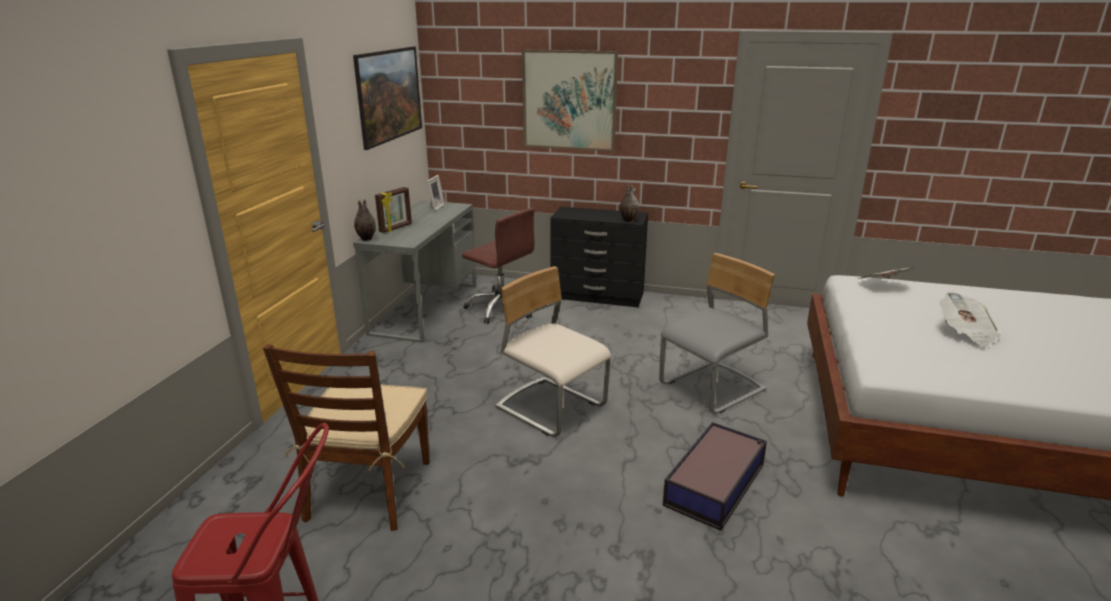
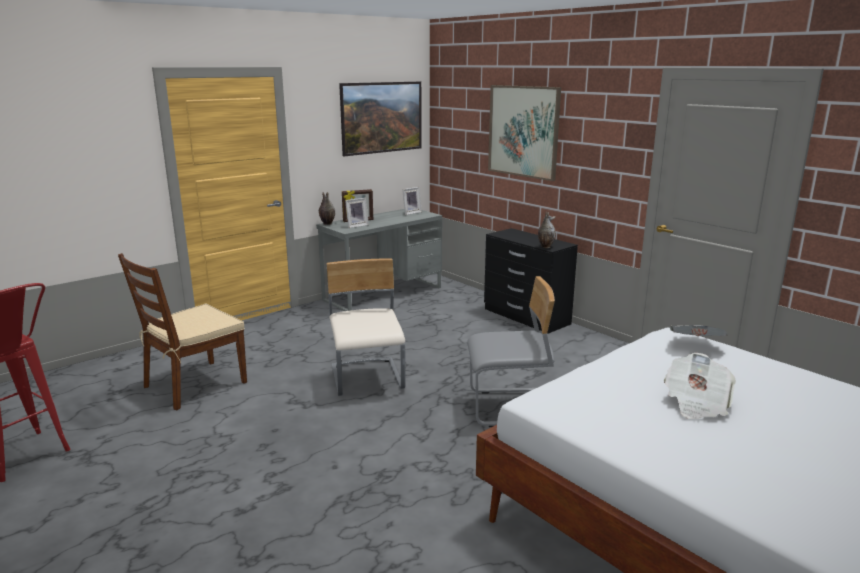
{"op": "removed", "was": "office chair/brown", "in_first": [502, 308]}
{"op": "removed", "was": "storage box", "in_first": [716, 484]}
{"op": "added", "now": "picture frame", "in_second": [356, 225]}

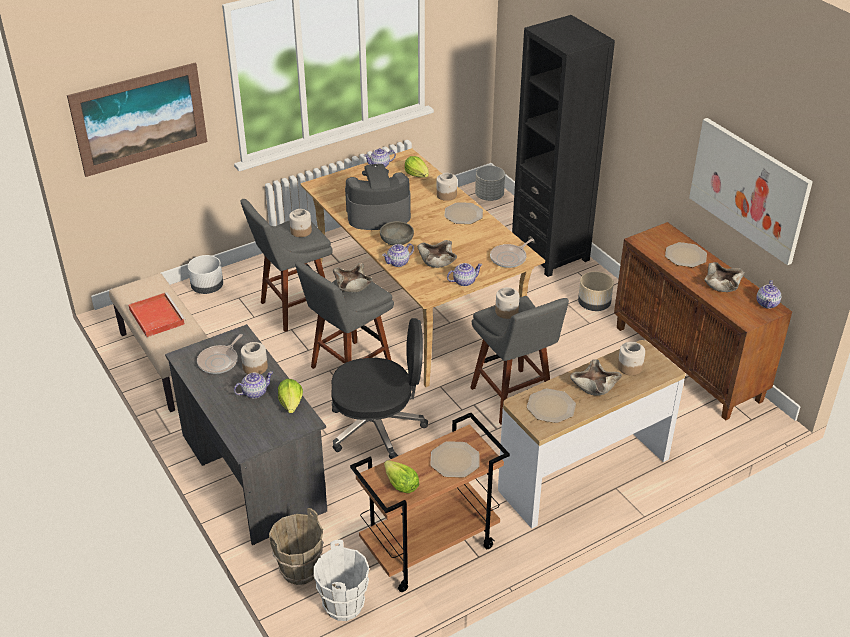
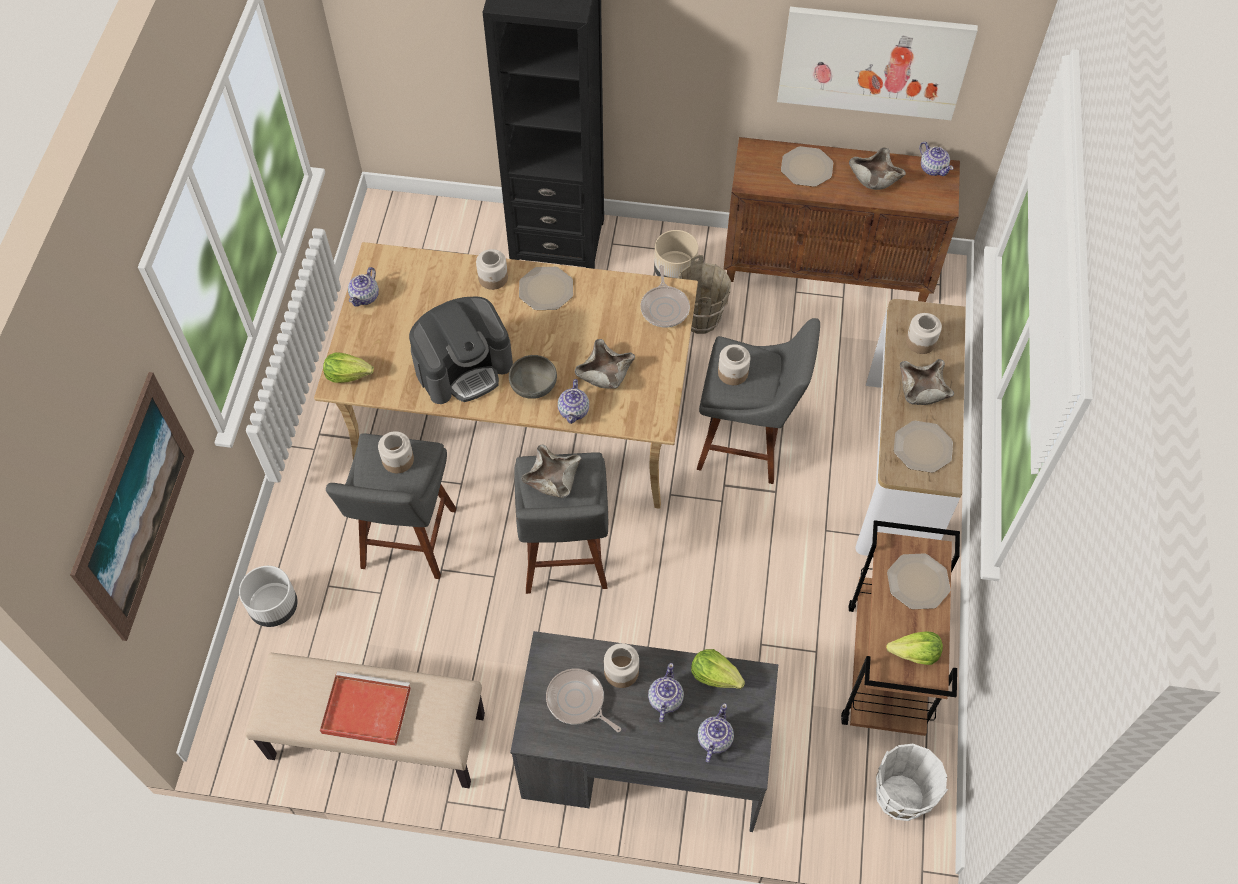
{"op": "removed", "was": "office chair/black", "in_first": [378, 427]}
{"op": "removed", "was": "planter/grey", "in_first": [489, 196]}
{"op": "moved", "was": "bucket/brown", "in_first": [300, 570], "in_second": [701, 318]}
{"op": "moved", "was": "lettuce", "in_first": [417, 175], "in_second": [348, 374]}
{"op": "moved", "was": "teapot", "in_first": [464, 281], "in_second": [714, 739]}
{"op": "turned", "was": "frying pan", "in_first": [220, 361], "in_second": [577, 701], "clockwise": 150}
{"op": "turned", "was": "coffee machine", "in_first": [378, 215], "in_second": [464, 367], "clockwise": -150}

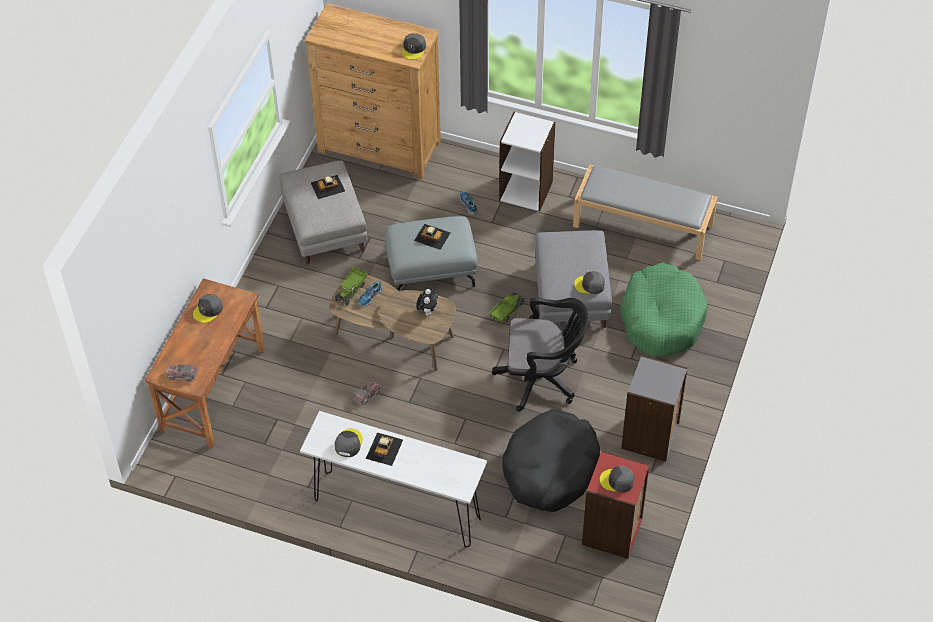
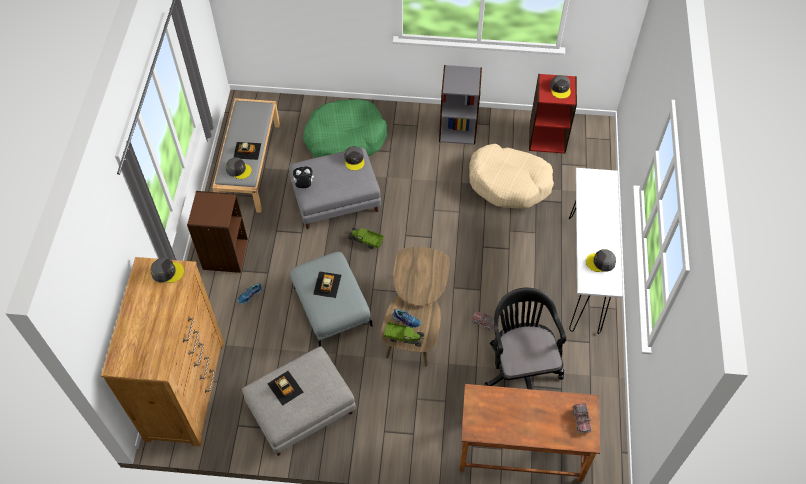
{"op": "moved", "was": "cap/grey", "in_first": [208, 310], "in_second": [238, 170]}
{"op": "moved", "was": "toy car", "in_first": [384, 449], "in_second": [247, 150]}
{"op": "moved", "was": "plush toy", "in_first": [427, 311], "in_second": [304, 185]}
{"op": "moved", "was": "office chair/black", "in_first": [542, 378], "in_second": [520, 366]}
{"op": "recoloured", "was": "bookcase/white", "now": "bookcase/brown", "in_first": [526, 190], "in_second": [224, 254]}
{"op": "recoloured", "was": "dog bed/black", "now": "dog bed/beige", "in_first": [550, 469], "in_second": [509, 183]}

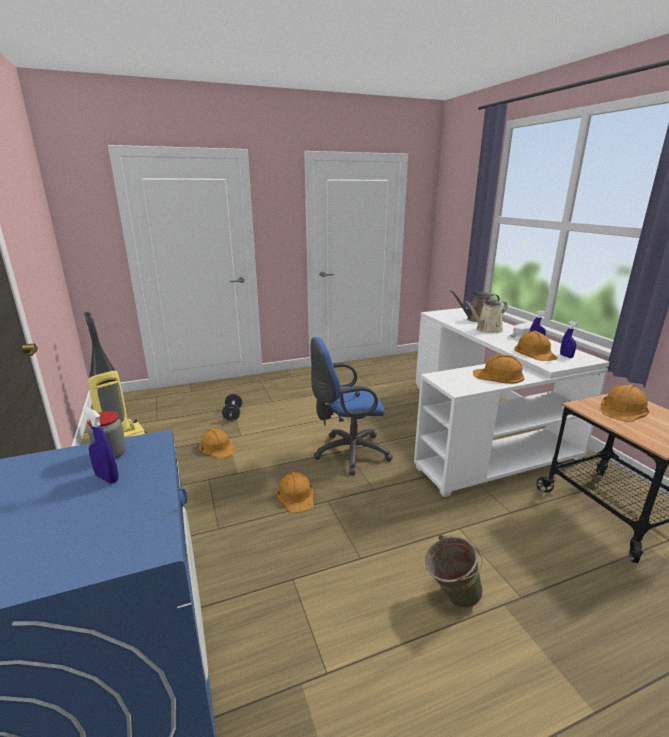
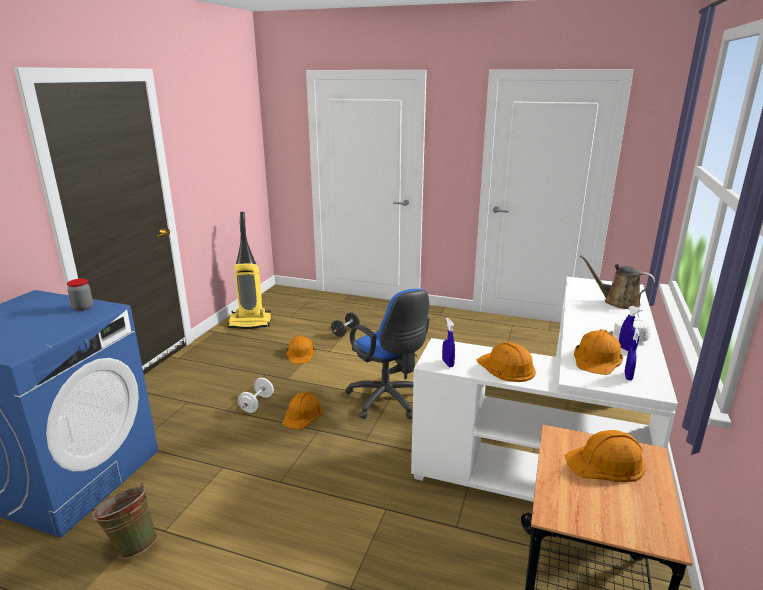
{"op": "removed", "was": "watering can/beige", "in_first": [487, 330]}
{"op": "added", "now": "dumbbell/white", "in_second": [257, 404]}
{"op": "moved", "was": "spray bottle/blue", "in_first": [107, 478], "in_second": [447, 363]}
{"op": "moved", "was": "bucket/green", "in_first": [450, 597], "in_second": [132, 544]}
{"op": "turned", "was": "office chair/blue", "in_first": [348, 453], "in_second": [388, 402], "clockwise": -150}

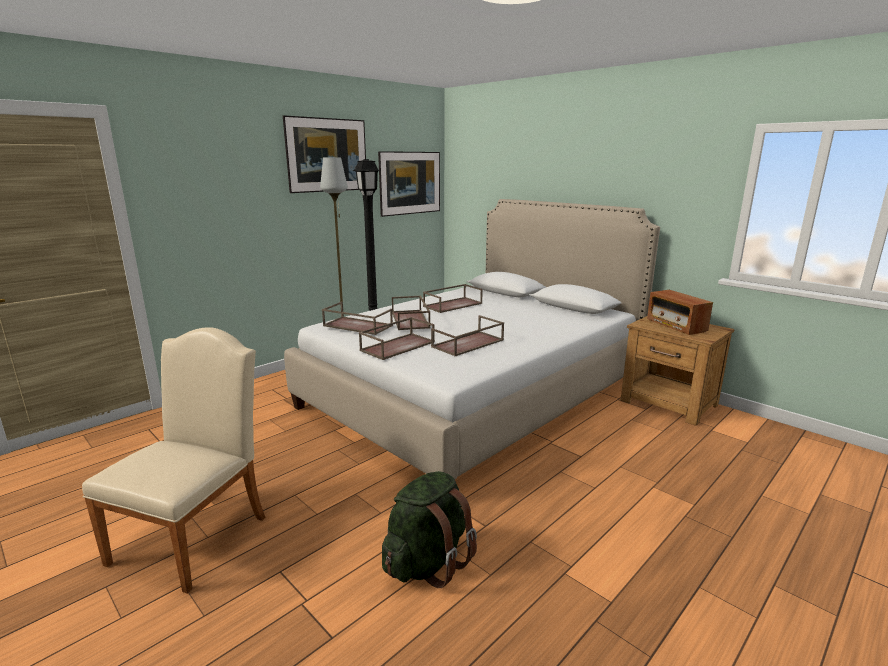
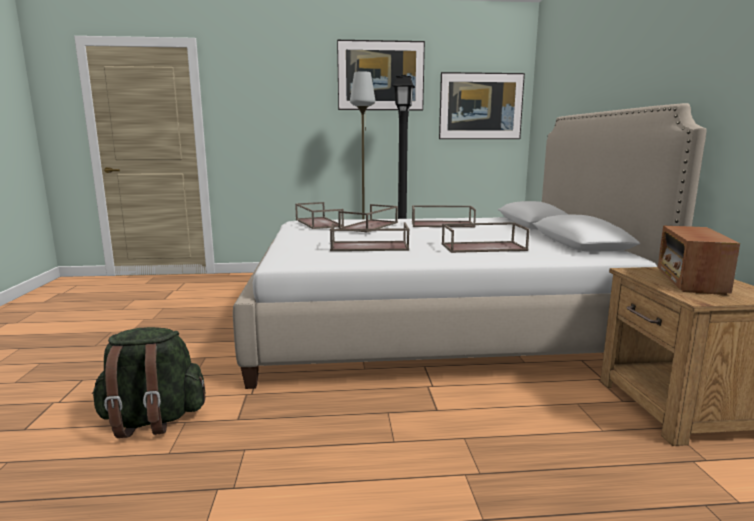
{"op": "removed", "was": "chair/beige", "in_first": [197, 533]}
{"op": "moved", "was": "tray/brown", "in_first": [398, 346], "in_second": [484, 247]}

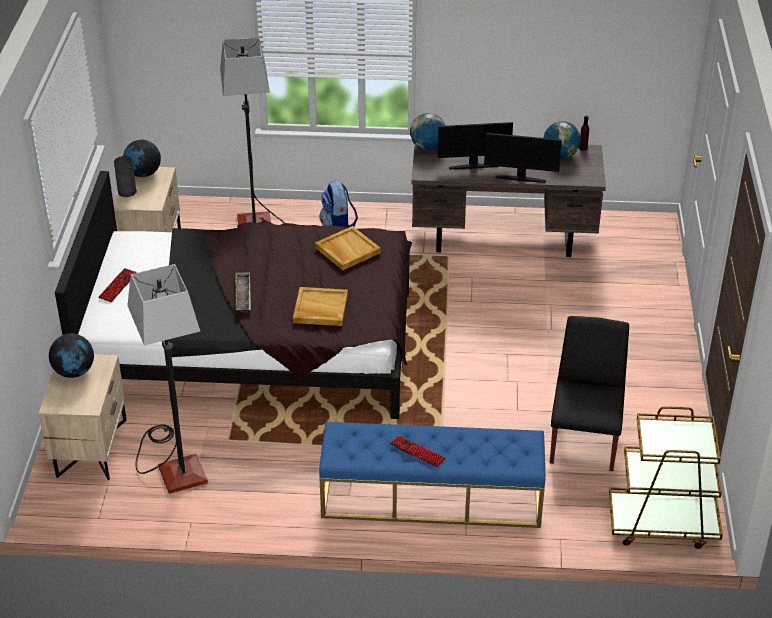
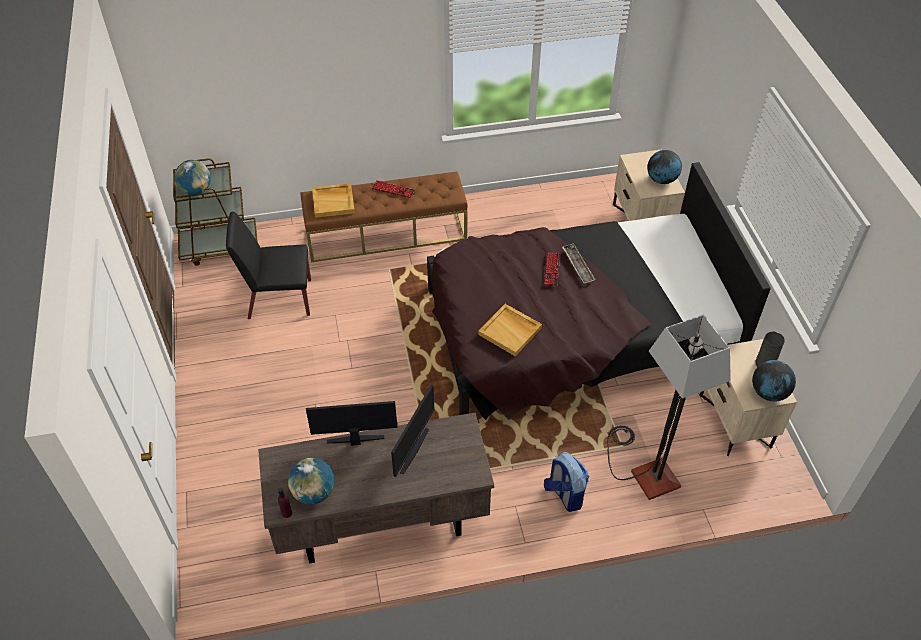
{"op": "removed", "was": "floor lamp", "in_first": [174, 466]}
{"op": "moved", "was": "keyboard", "in_first": [118, 286], "in_second": [551, 270]}
{"op": "moved", "was": "tray/beige", "in_first": [320, 309], "in_second": [333, 201]}
{"op": "moved", "was": "globe", "in_first": [428, 147], "in_second": [196, 190]}
{"op": "recoloured", "was": "bench/blue", "now": "bench/brown", "in_first": [431, 498], "in_second": [386, 234]}
{"op": "turned", "was": "monitor", "in_first": [473, 166], "in_second": [413, 450], "clockwise": 135}
{"op": "turned", "was": "chair/black", "in_first": [584, 440], "in_second": [278, 299], "clockwise": 90}

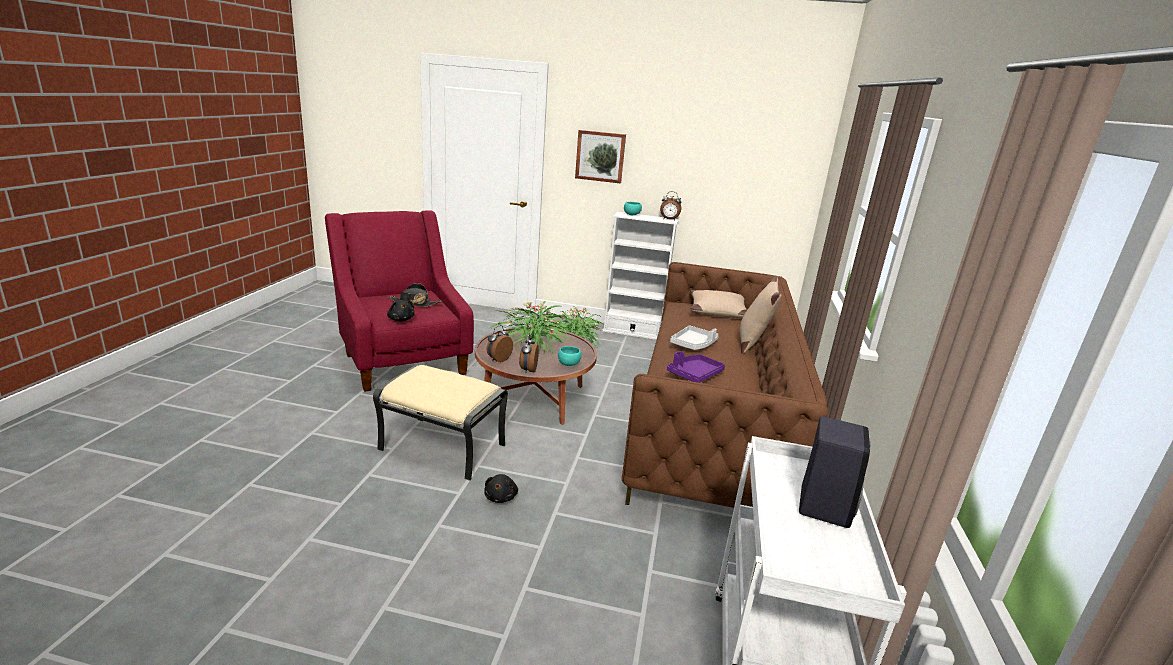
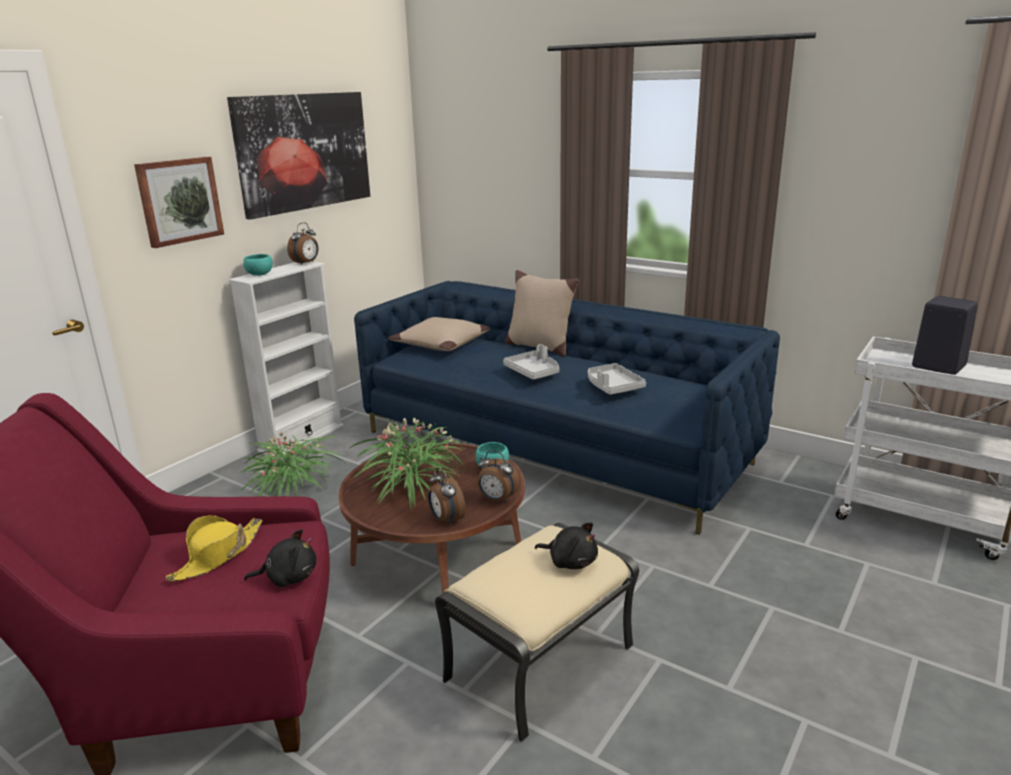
{"op": "added", "now": "picture", "in_second": [304, 152]}
{"op": "moved", "was": "plush toy/black", "in_first": [501, 497], "in_second": [570, 561]}
{"op": "recoloured", "was": "hat/black", "now": "hat/yellow", "in_first": [414, 303], "in_second": [217, 555]}
{"op": "recoloured", "was": "sofa/brown", "now": "sofa/blue", "in_first": [709, 421], "in_second": [554, 447]}
{"op": "recoloured", "was": "tray/purple", "now": "tray/grey", "in_first": [694, 374], "in_second": [612, 387]}

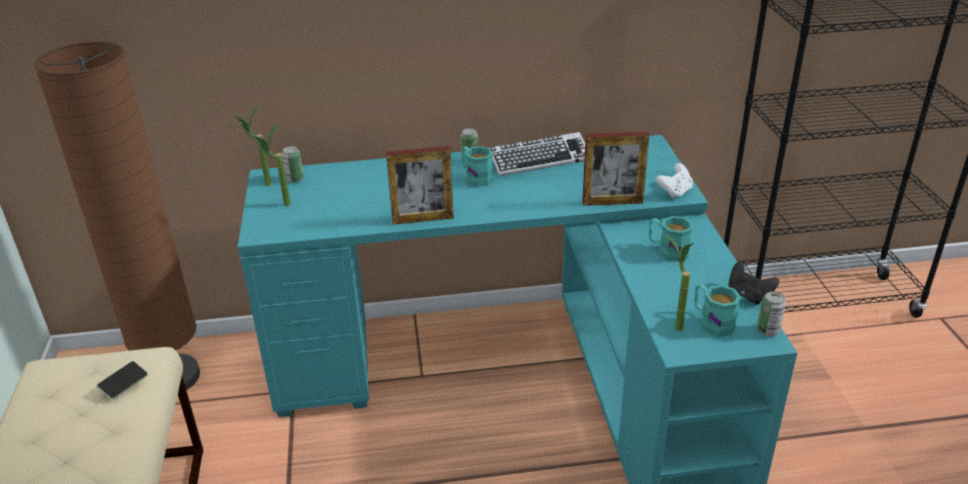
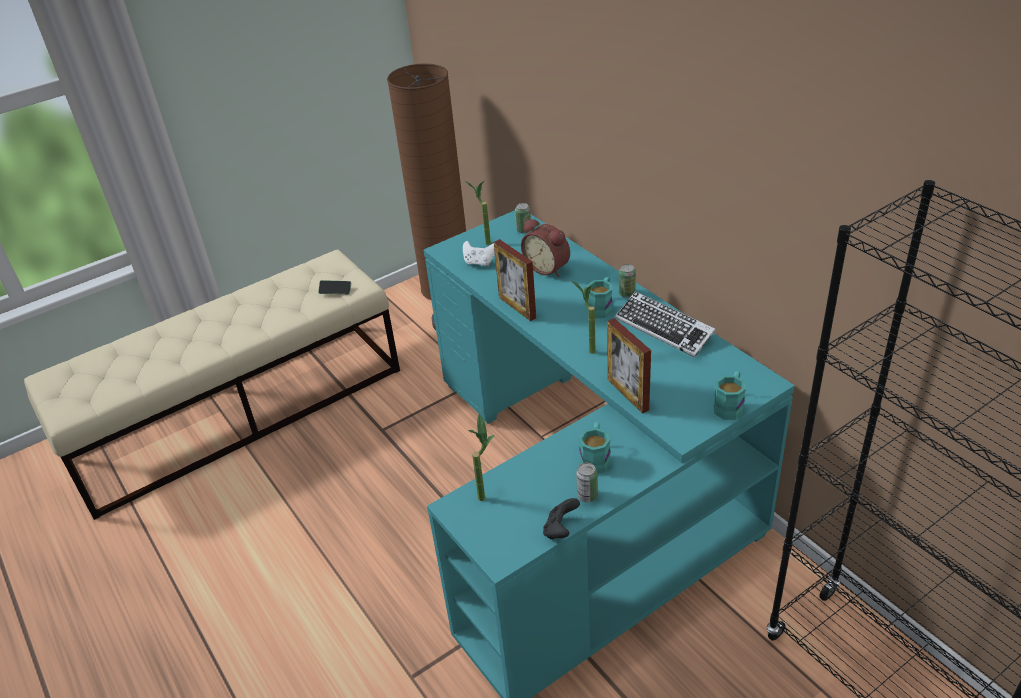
{"op": "added", "now": "alarm clock", "in_second": [548, 267]}
{"op": "moved", "was": "potted plant", "in_first": [261, 185], "in_second": [587, 349]}
{"op": "moved", "was": "game controller/white", "in_first": [675, 192], "in_second": [479, 262]}
{"op": "moved", "was": "mug/turquoise", "in_first": [711, 322], "in_second": [730, 405]}
{"op": "moved", "was": "can", "in_first": [767, 330], "in_second": [587, 496]}

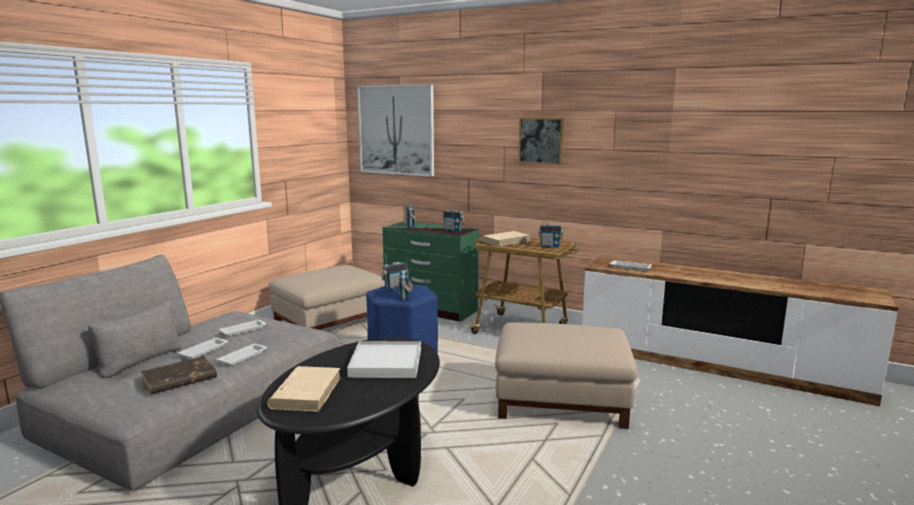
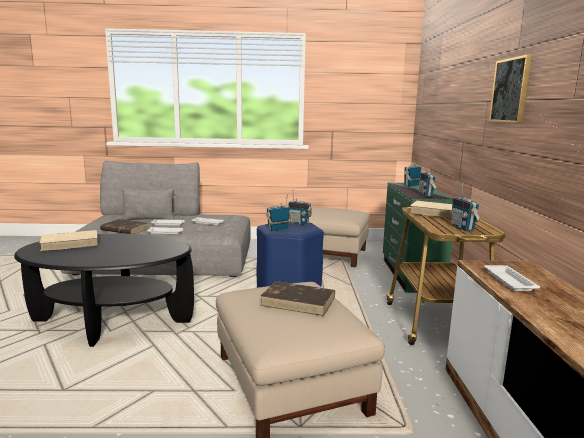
{"op": "removed", "was": "tray/white", "in_first": [386, 363]}
{"op": "removed", "was": "picture", "in_first": [396, 130]}
{"op": "added", "now": "book/brown", "in_second": [299, 301]}

